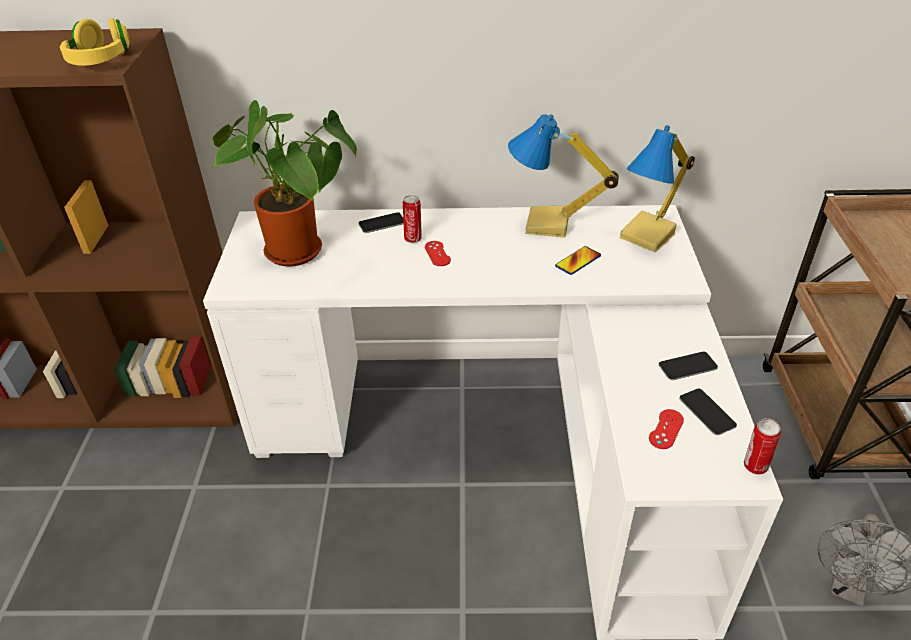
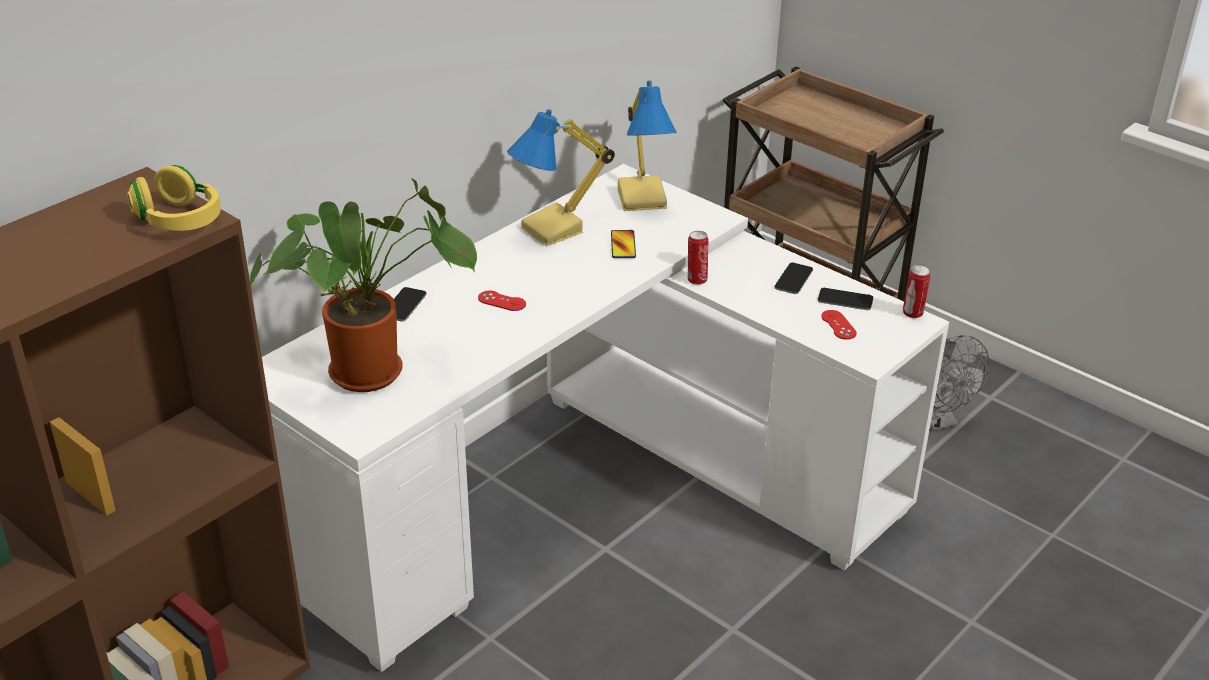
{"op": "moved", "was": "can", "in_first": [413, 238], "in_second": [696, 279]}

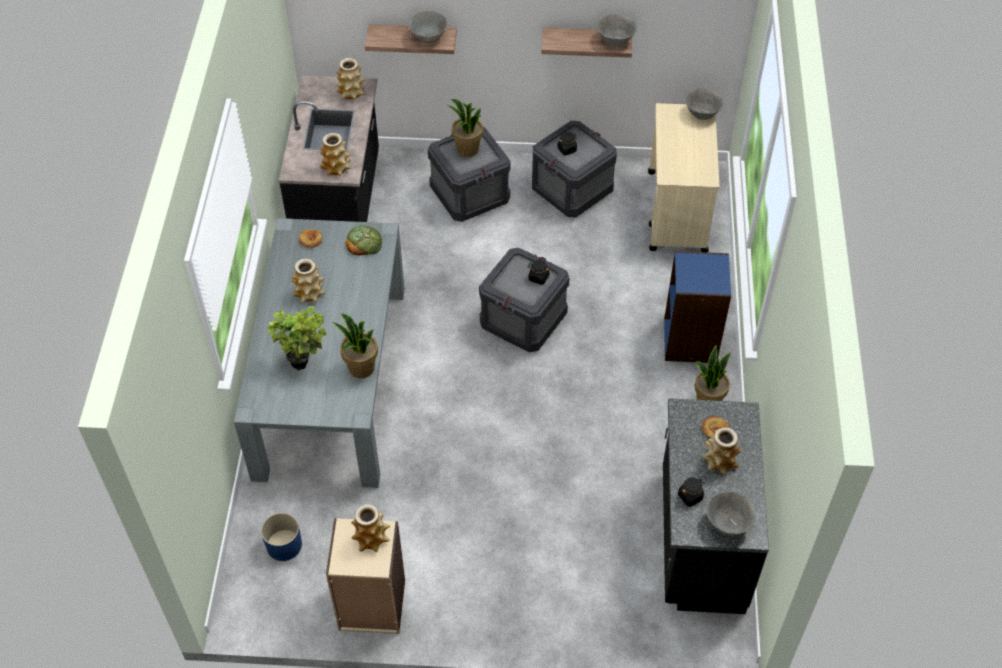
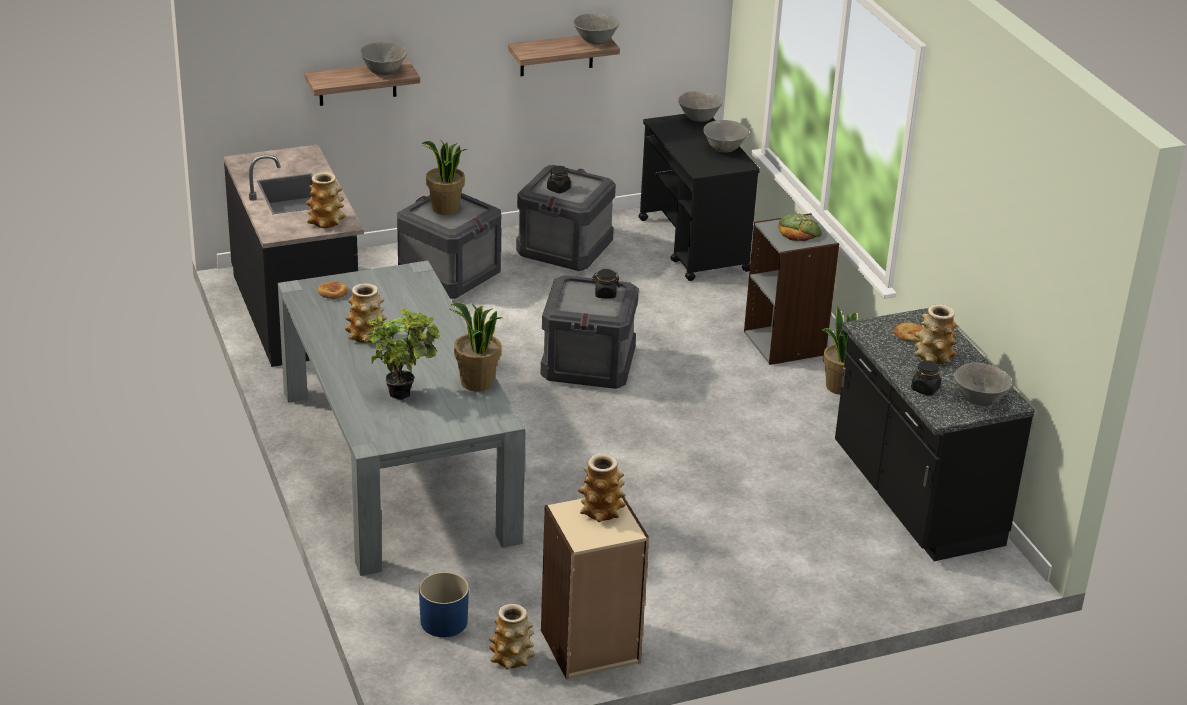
{"op": "added", "now": "bowl/grey", "in_second": [724, 149]}
{"op": "moved", "was": "vase", "in_first": [351, 93], "in_second": [511, 659]}
{"op": "moved", "was": "bread", "in_first": [364, 242], "in_second": [799, 231]}
{"op": "recoloured", "was": "cart/beige", "now": "cart/black", "in_first": [676, 212], "in_second": [693, 245]}
{"op": "recoloured", "was": "bookcase/blue", "now": "bookcase/grey", "in_first": [691, 341], "in_second": [785, 343]}

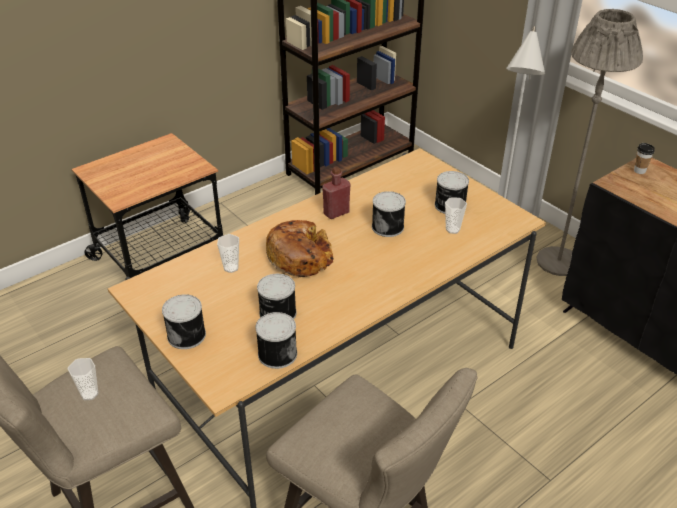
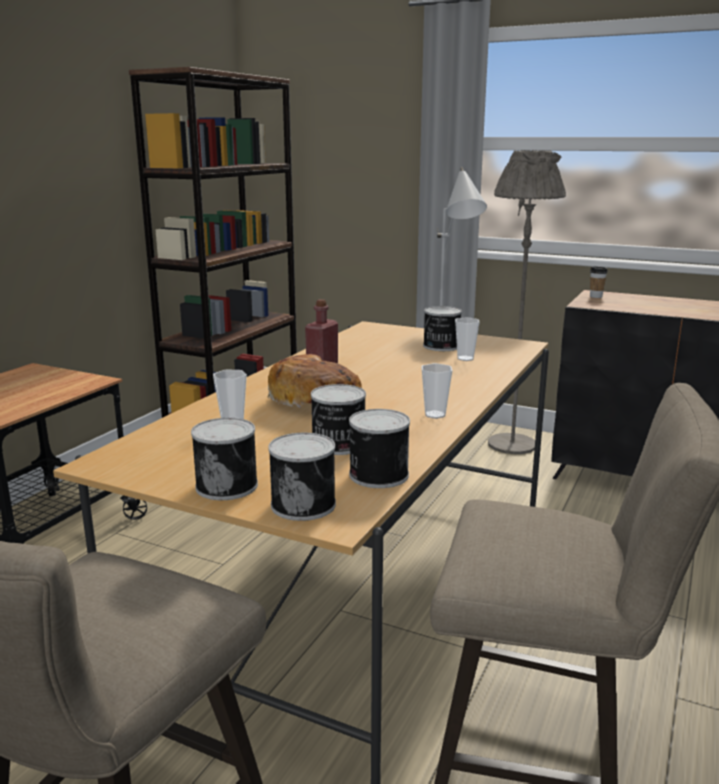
{"op": "moved", "was": "cup", "in_first": [89, 394], "in_second": [435, 415]}
{"op": "moved", "was": "can", "in_first": [388, 226], "in_second": [304, 504]}

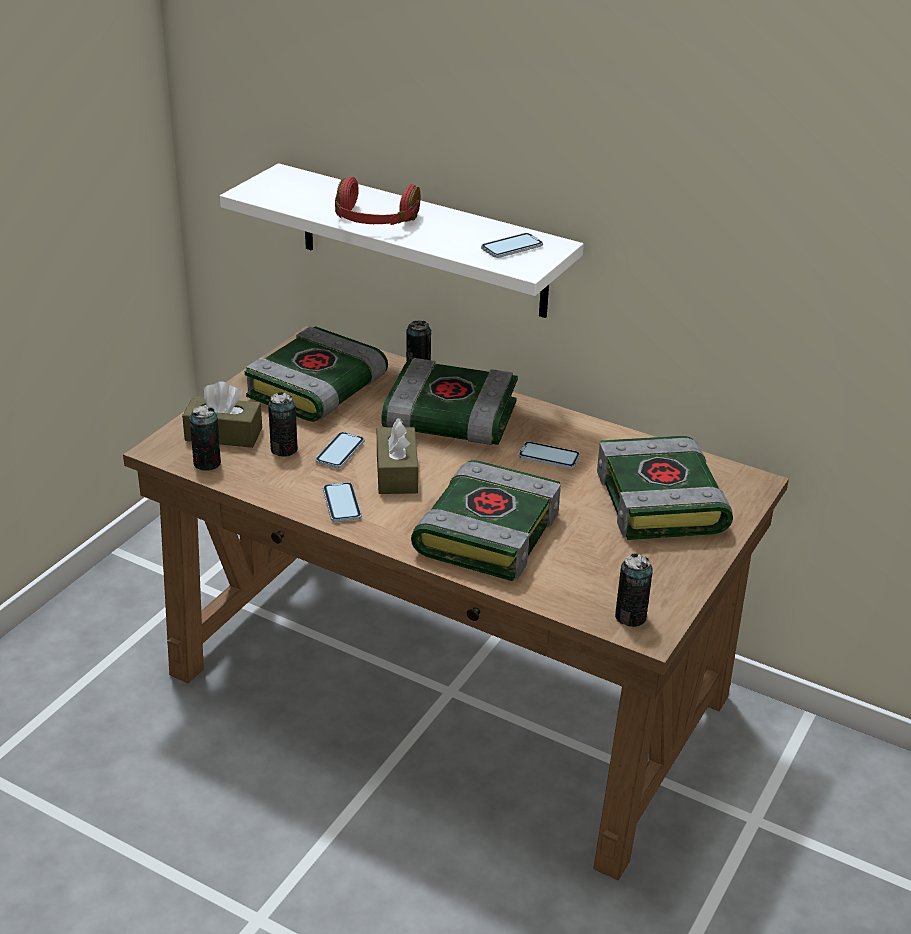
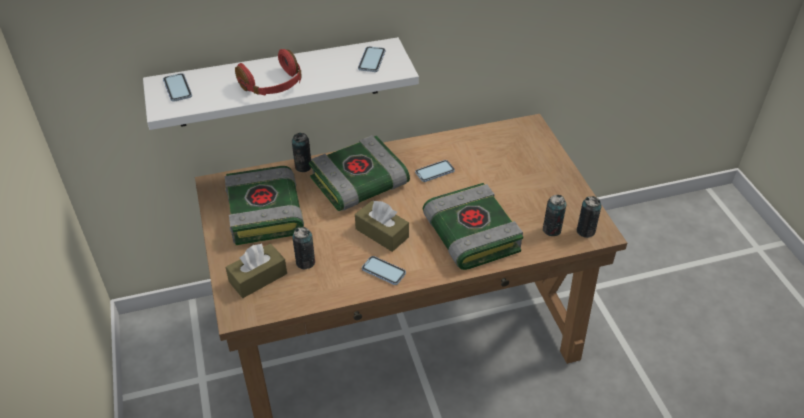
{"op": "removed", "was": "book", "in_first": [662, 503]}
{"op": "moved", "was": "can", "in_first": [207, 463], "in_second": [551, 230]}
{"op": "moved", "was": "phone", "in_first": [340, 452], "in_second": [177, 88]}

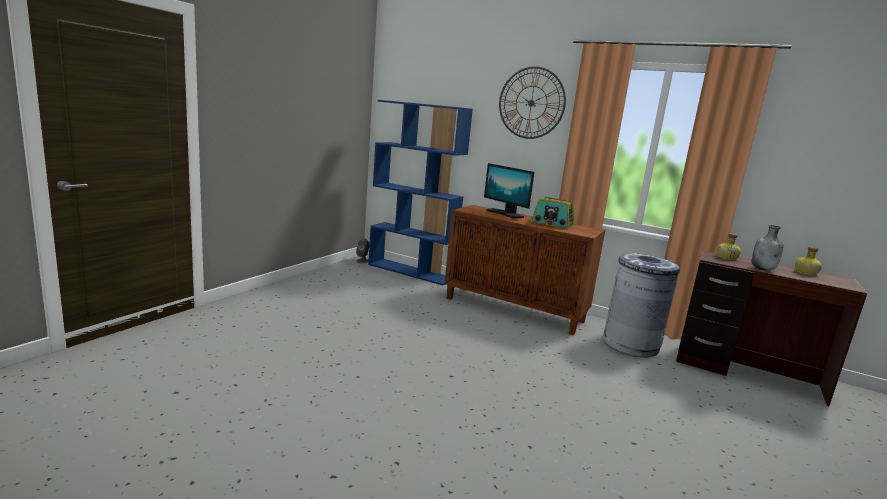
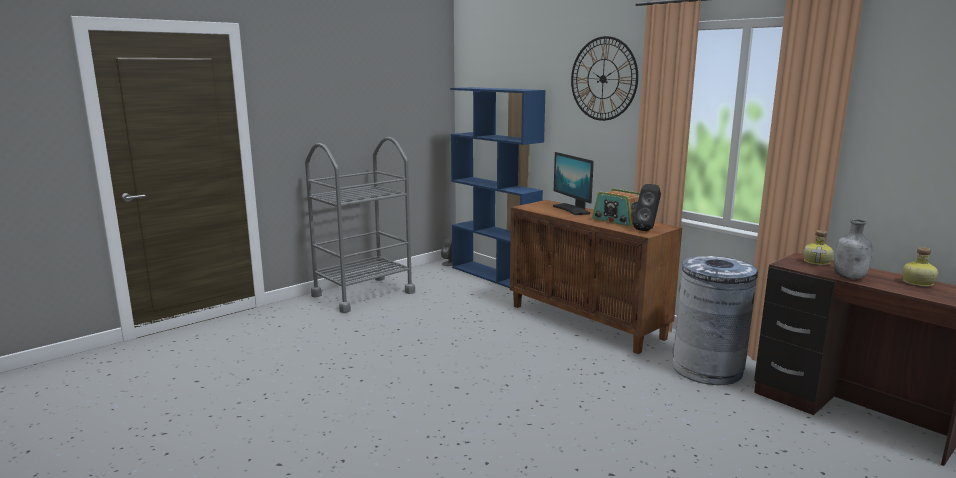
{"op": "added", "now": "cart/grey", "in_second": [363, 294]}
{"op": "added", "now": "speaker/black", "in_second": [647, 230]}

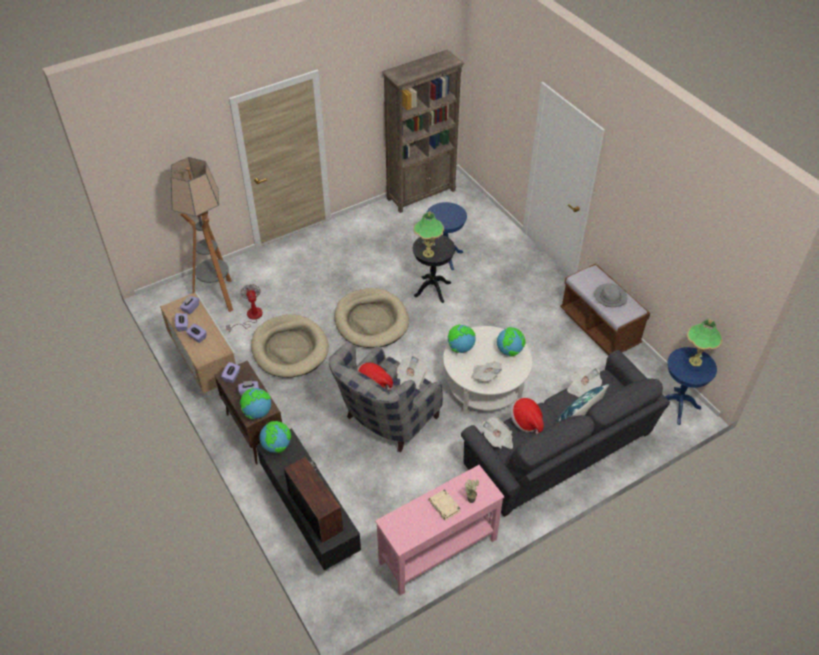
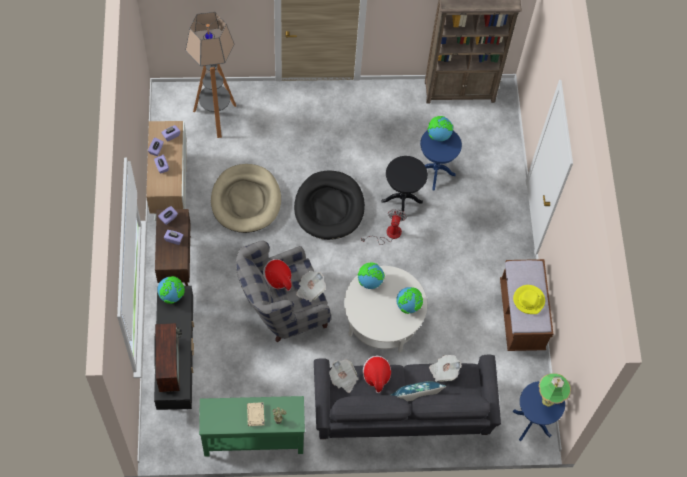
{"op": "removed", "was": "table lamp", "in_first": [428, 253]}
{"op": "removed", "was": "newspaper", "in_first": [485, 376]}
{"op": "moved", "was": "fan", "in_first": [250, 317], "in_second": [388, 234]}
{"op": "moved", "was": "globe", "in_first": [257, 412], "in_second": [438, 135]}
{"op": "recoloured", "was": "dog bed/beige", "now": "dog bed/black", "in_first": [371, 321], "in_second": [329, 207]}
{"op": "recoloured", "was": "console table/pink", "now": "console table/green", "in_first": [437, 551], "in_second": [253, 438]}
{"op": "recoloured", "was": "hat/grey", "now": "hat/yellow", "in_first": [610, 296], "in_second": [529, 300]}

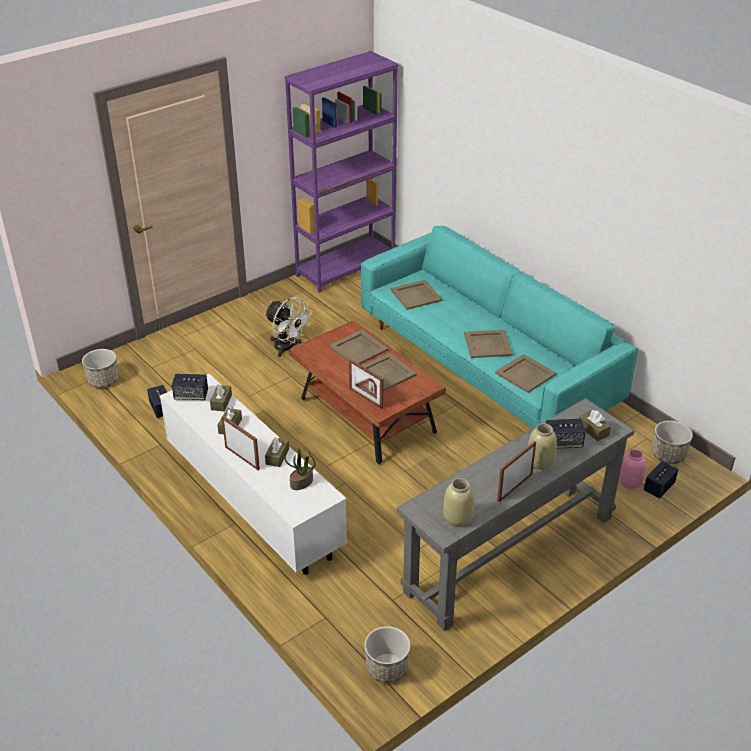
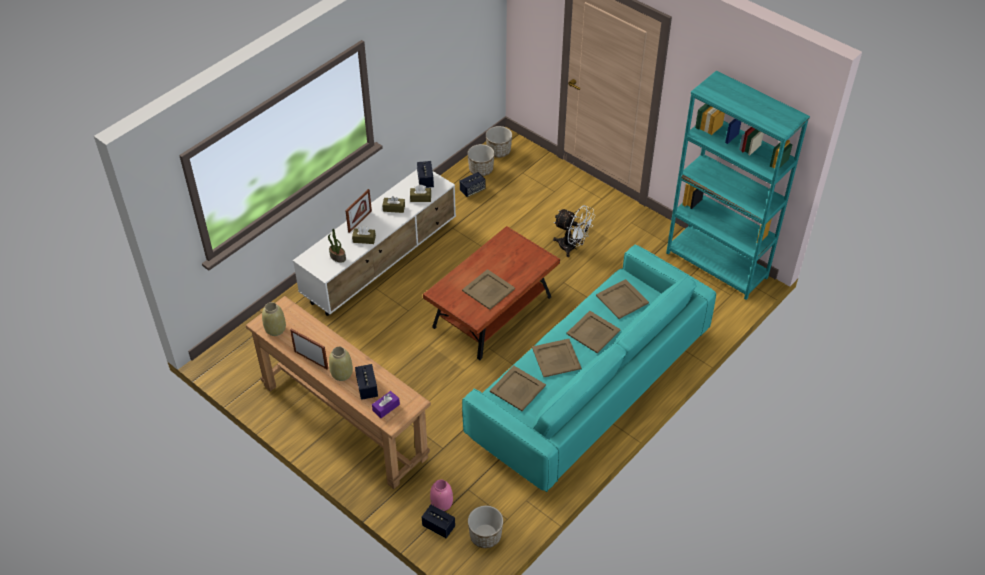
{"op": "removed", "was": "picture frame", "in_first": [366, 398]}
{"op": "moved", "was": "tray/beige", "in_first": [358, 348], "in_second": [593, 332]}
{"op": "moved", "was": "planter", "in_first": [386, 668], "in_second": [481, 170]}
{"op": "recoloured", "was": "bookcase/purple", "now": "bookcase/turquoise", "in_first": [346, 267], "in_second": [717, 265]}
{"op": "recoloured", "was": "console table/grey", "now": "console table/brown", "in_first": [510, 553], "in_second": [344, 421]}
{"op": "recoloured", "was": "tissue box/brown", "now": "tissue box/purple", "in_first": [593, 430], "in_second": [386, 407]}
{"op": "turned", "was": "fan/white", "in_first": [288, 348], "in_second": [572, 247], "clockwise": -90}

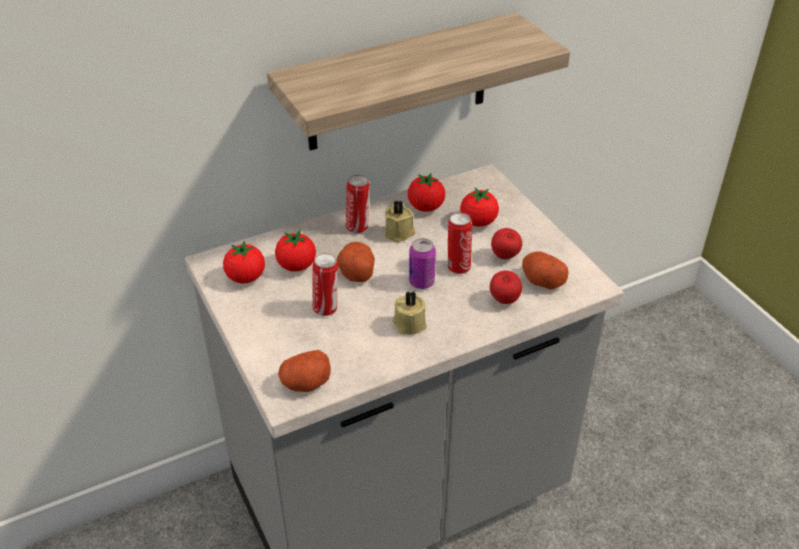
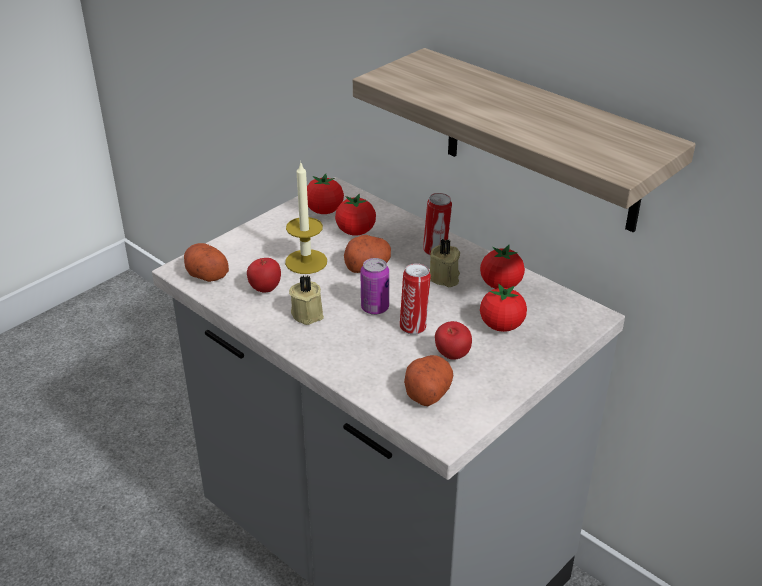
{"op": "moved", "was": "apple", "in_first": [504, 301], "in_second": [265, 289]}
{"op": "replaced", "was": "can", "now": "candle", "in_first": [326, 308], "in_second": [306, 261]}

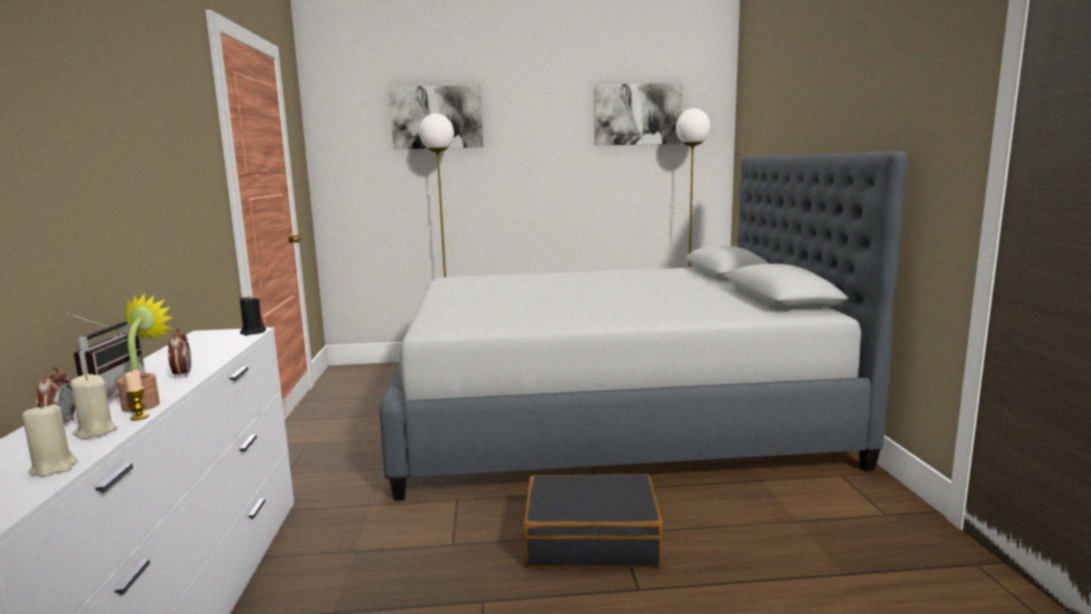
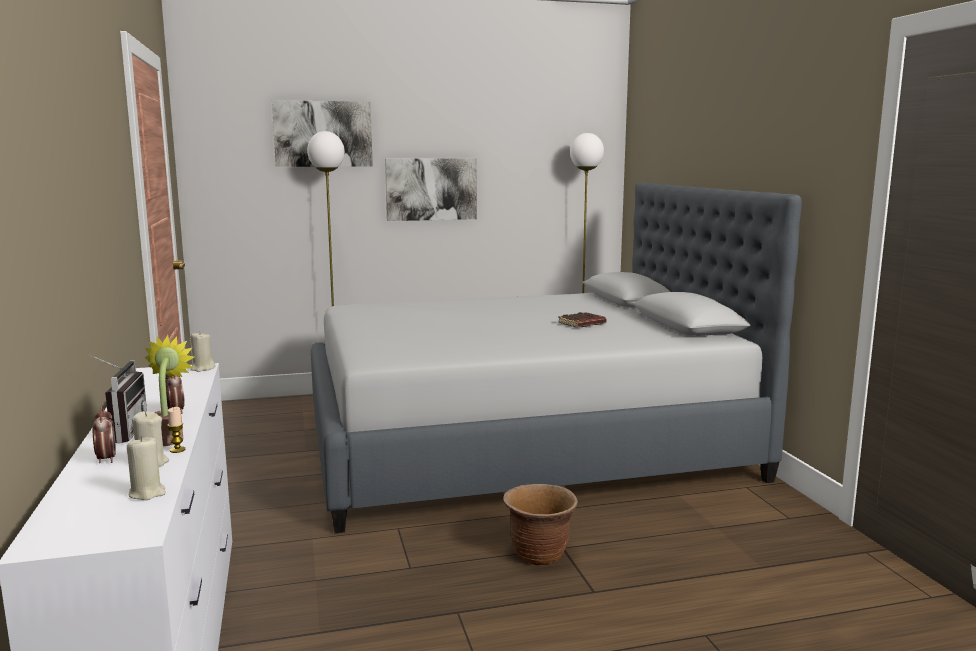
{"op": "added", "now": "book/brown", "in_second": [582, 324]}
{"op": "moved", "was": "picture", "in_first": [637, 114], "in_second": [431, 189]}
{"op": "replaced", "was": "suitcase/black", "now": "planter/brown", "in_first": [591, 539], "in_second": [539, 554]}
{"op": "recoloured", "was": "candle/black", "now": "candle/beige", "in_first": [253, 332], "in_second": [202, 368]}

